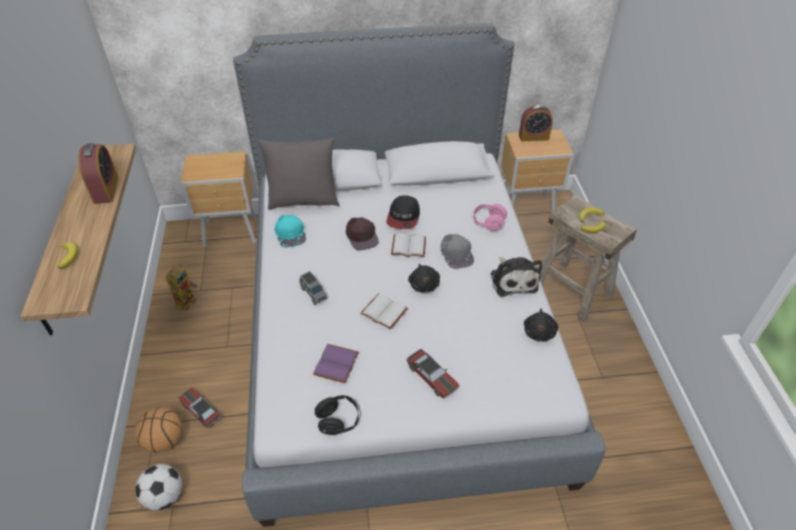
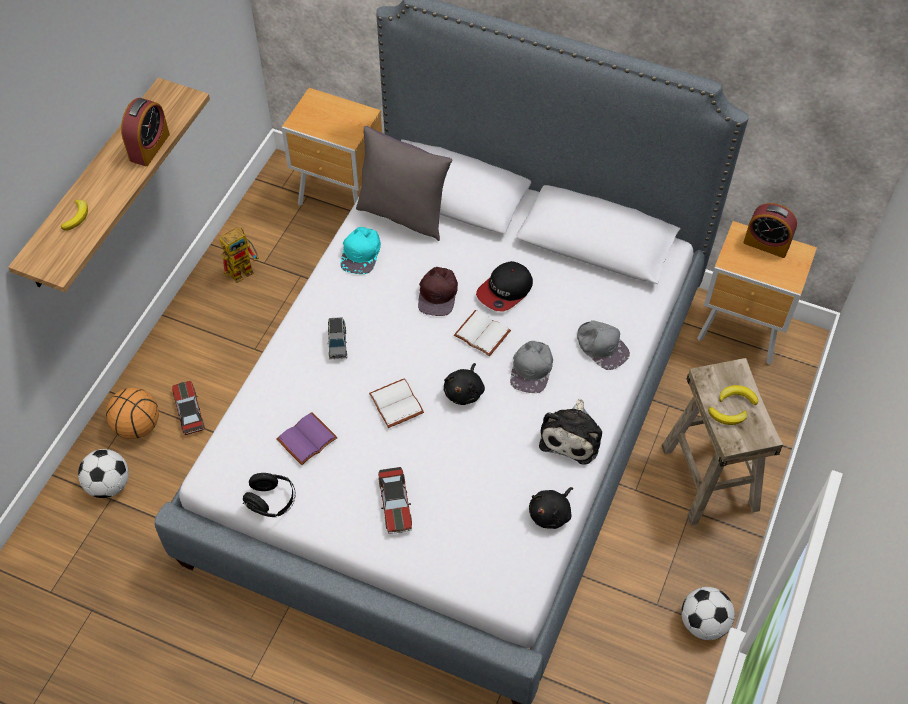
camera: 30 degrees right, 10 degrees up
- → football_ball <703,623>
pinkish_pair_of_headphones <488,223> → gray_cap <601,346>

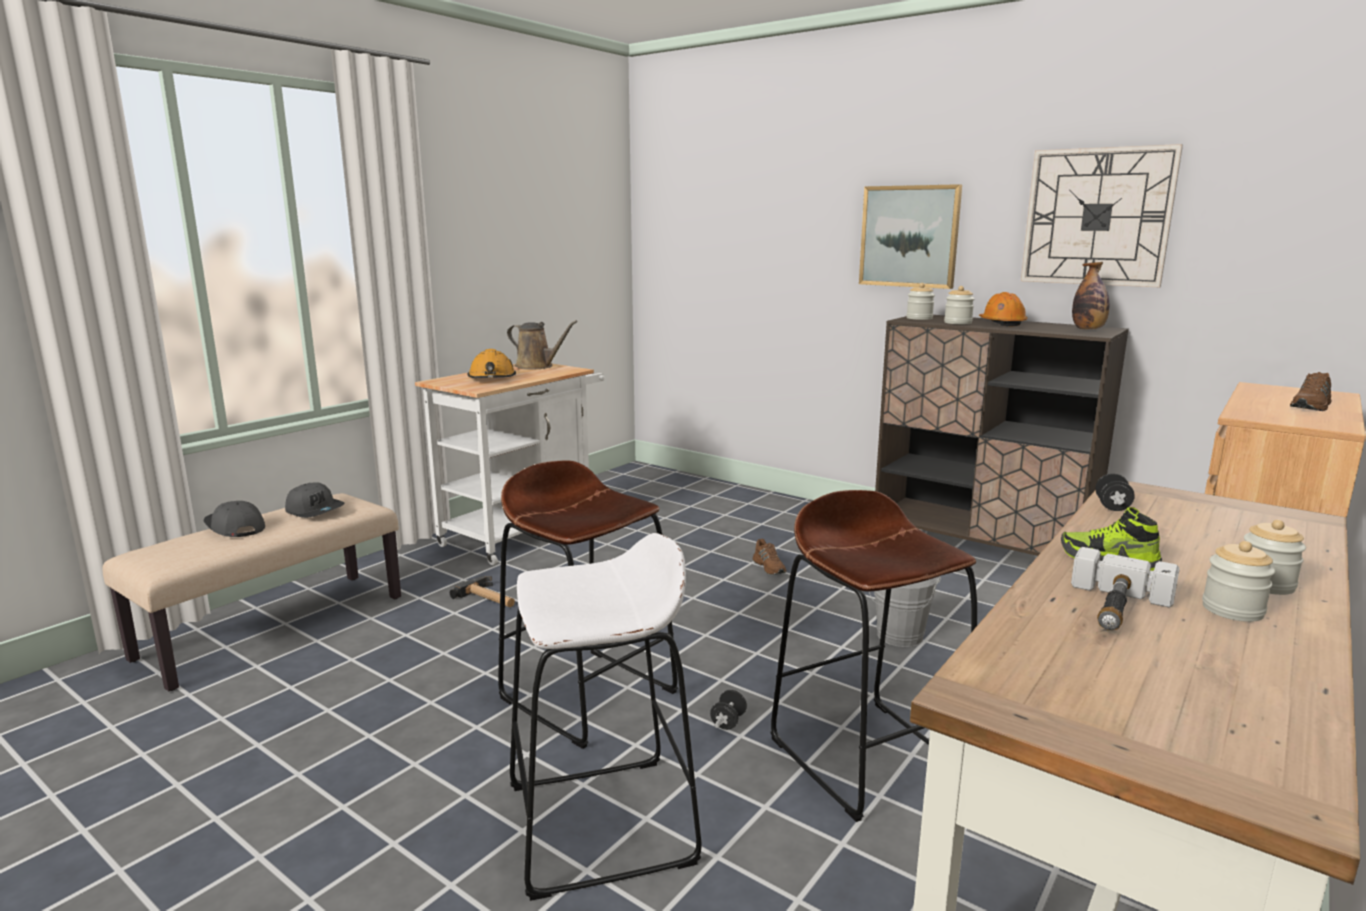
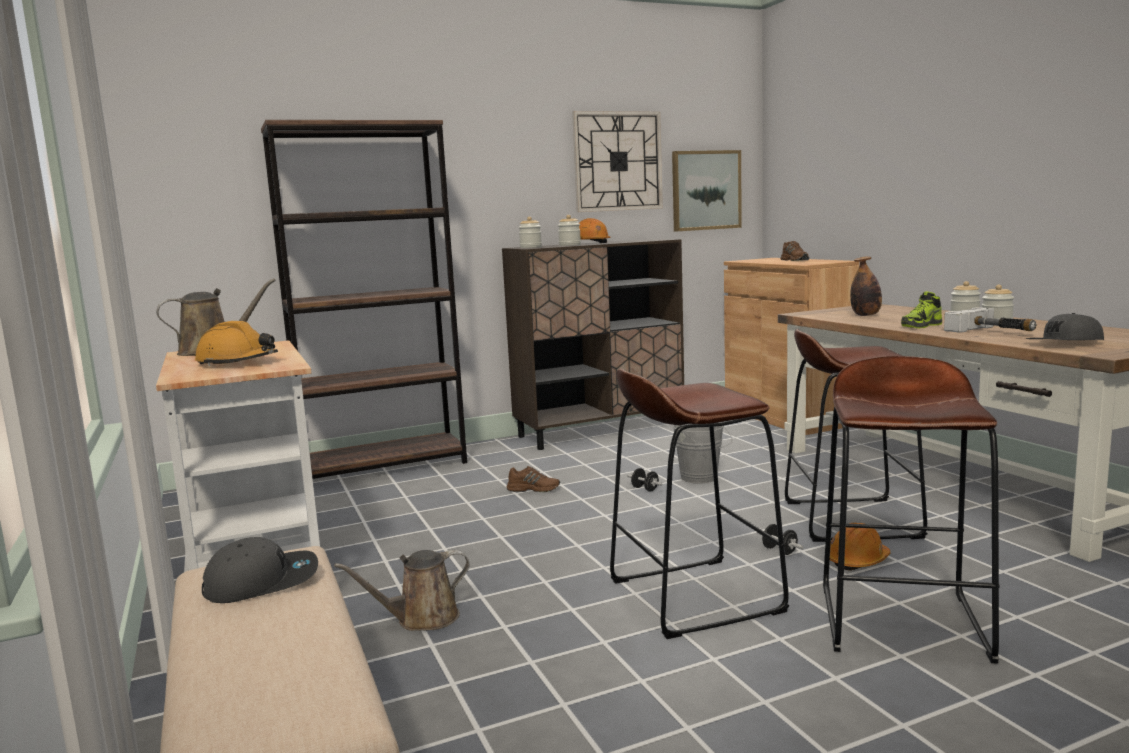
camera: 60 degrees left, 5 degrees down
- → brownish_bookshelf <385,467>
- → orangey_safety_helmet <857,561>
gray_cap <234,528> → gray_cap <1065,343>, moved
wall_art <909,236> → wall_art <706,190>, moved
drink_bottle <1088,329> → drink_bottle <866,315>, moved
blackish_dumbbell <1112,506> → blackish_dumbbell <645,489>, moved
hand_hammer <489,598> → brownish_watering_can <422,619>
white_sitting_stool <601,824> → brownish_sitting_stool <902,620>

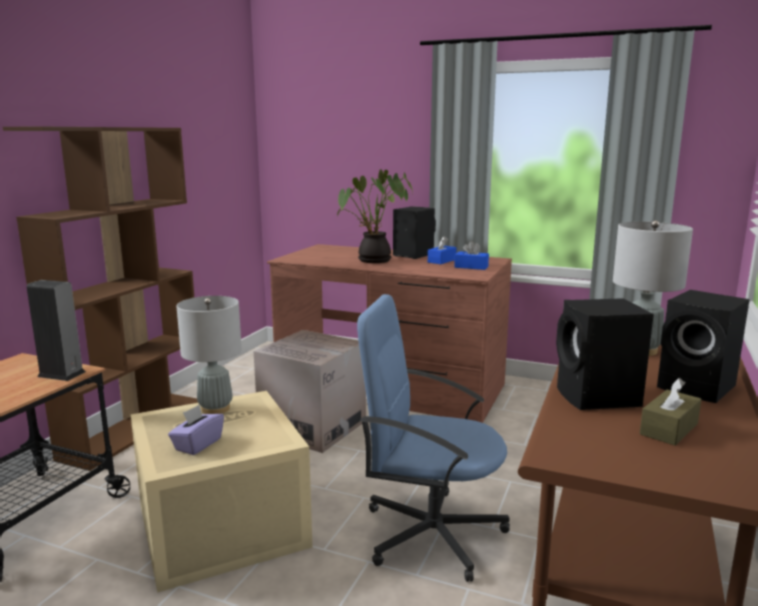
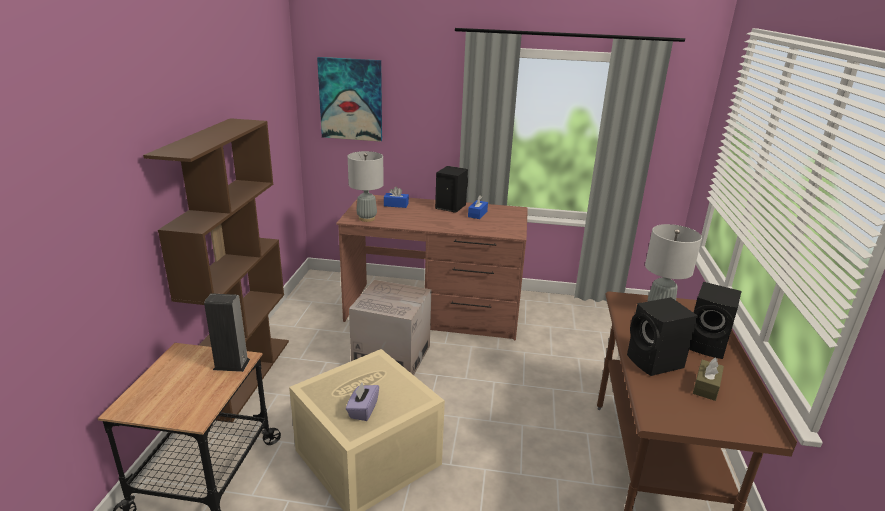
camera: 15 degrees left, 10 degrees up
potted_plant <373,261> → -
bluish_computer_chair <430,532> → -
- → wall_art <351,99>
gray_tabletop_lamp <215,409> → gray_tabletop_lamp <366,218>, moved
bluish_box_of_tissues <471,267> → bluish_box_of_tissues <396,205>, moved

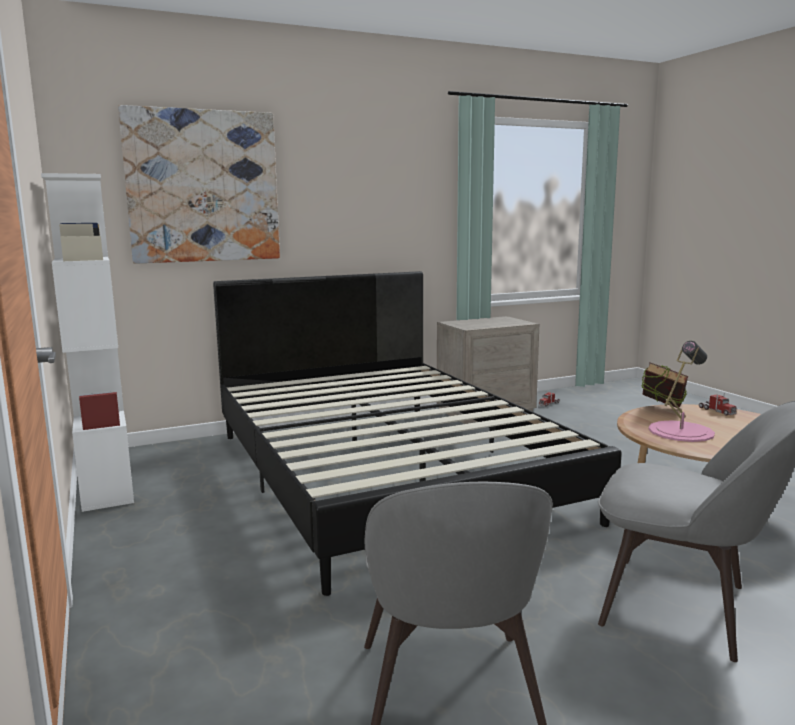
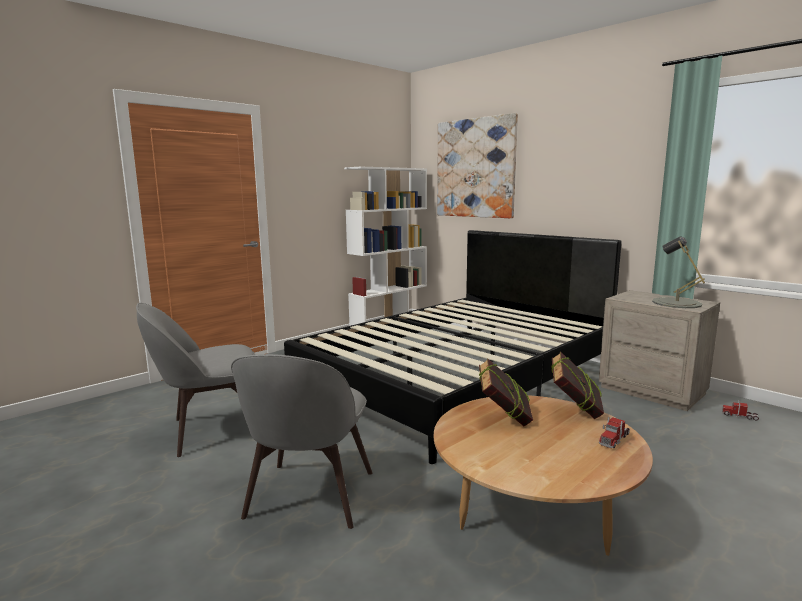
camera: 70 degrees right, 0 degrees up
- → gray_tabletop_lamp <676,303>
pinkish_tabletop_lamp <681,431> → book <504,419>

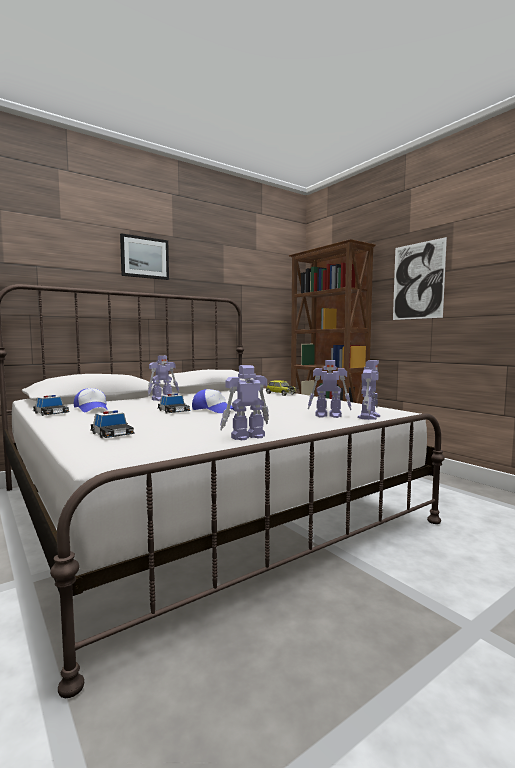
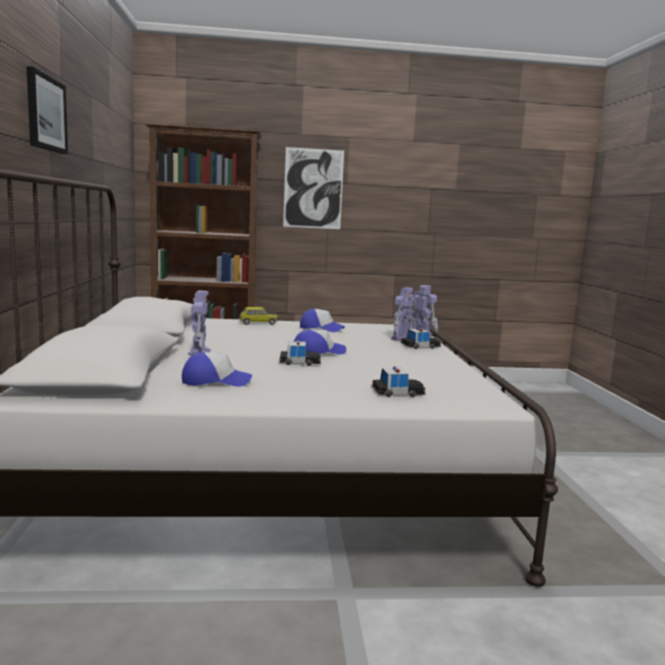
camera: 60 degrees left, 5 degrees up
toy_robot <246,436> → -
- → cap <321,328>
miniature_car <51,413> → miniature_car <420,346>, moved

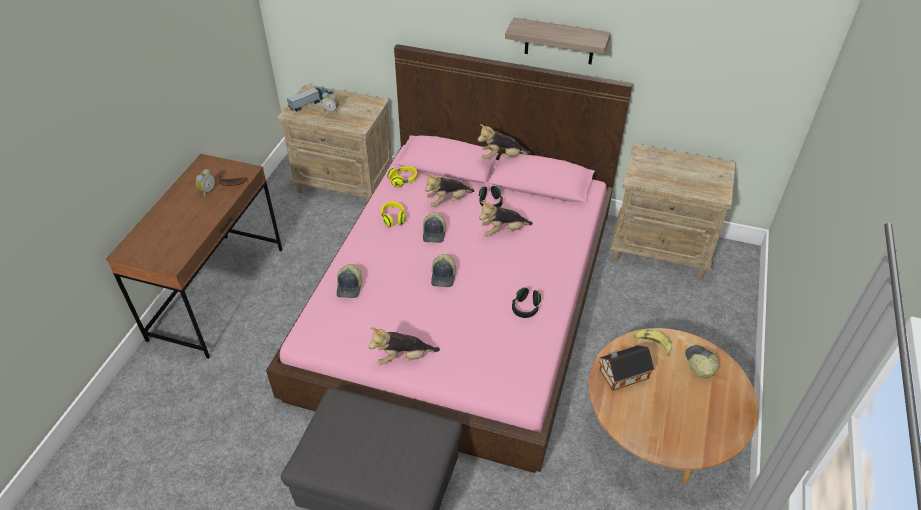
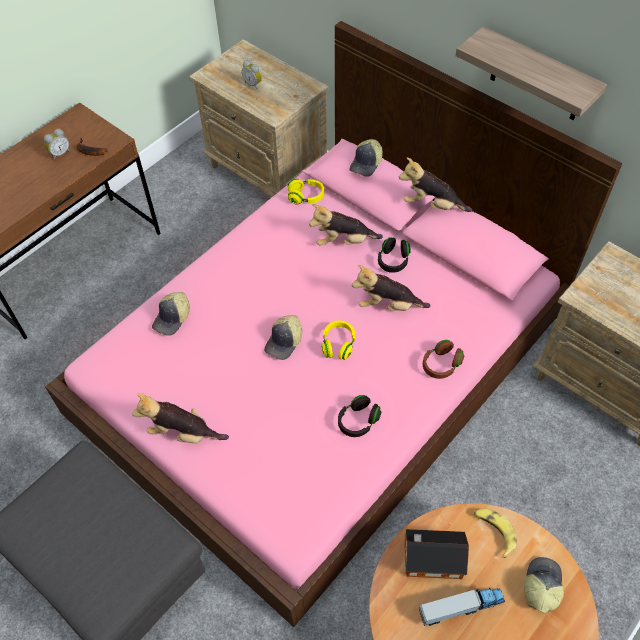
camera: 25 degrees right, 10 degrees up
- → brownish_pair_of_headphones <441,365>
model_truck <311,102> → model_truck <461,607>, moved
yellow-coloured_pair_of_headphones <393,218> → yellow-coloured_pair_of_headphones <338,345>, moved
cap <434,233> → cap <366,164>, moved

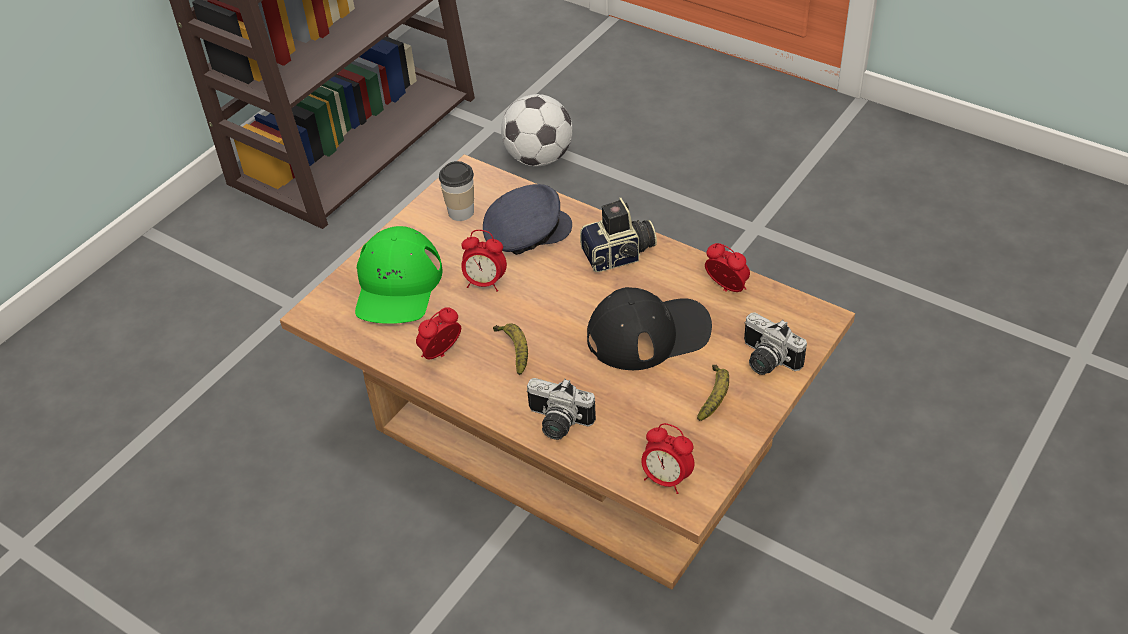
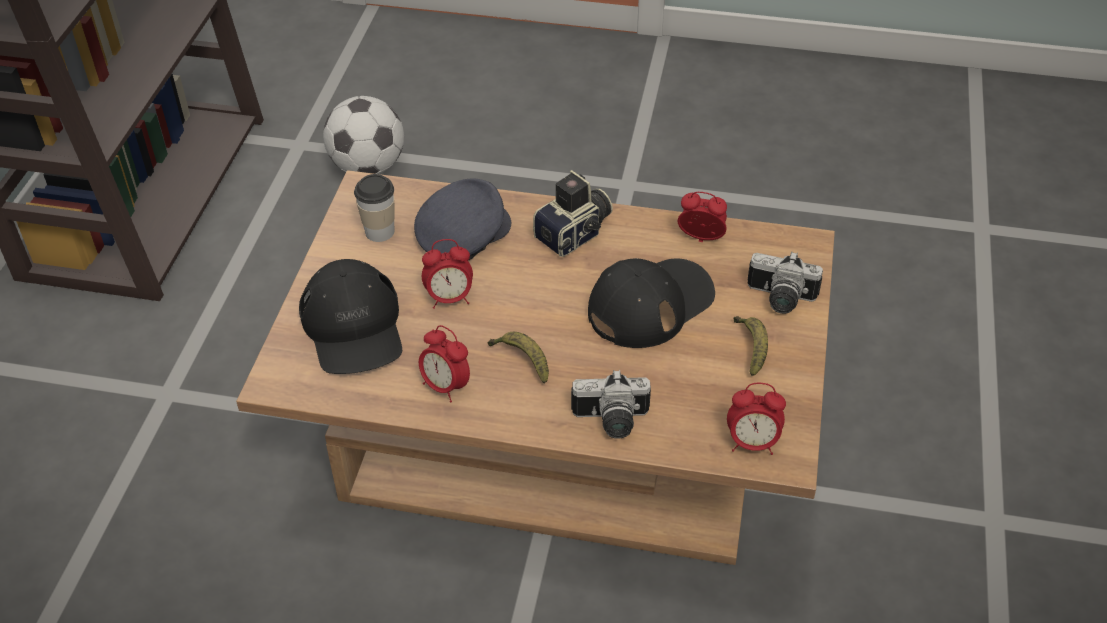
camera: 25 degrees left, 0 degrees up
greenish_cap <397,285> → blackish_cap <354,327>
bedside_clock <441,354> → bedside_clock <445,386>, 75 degrees counterclockwise

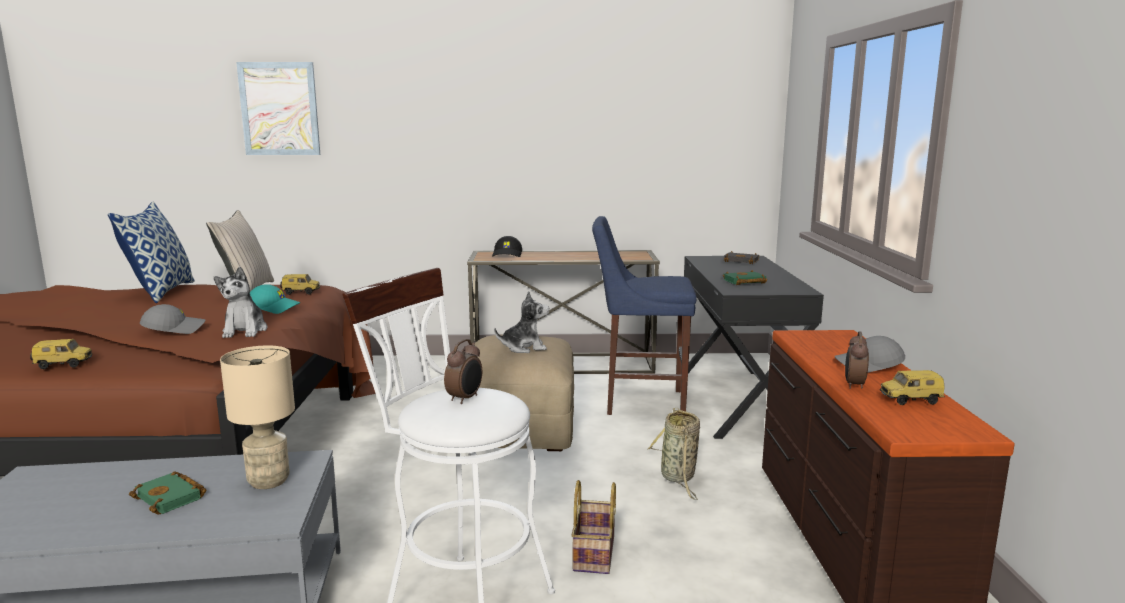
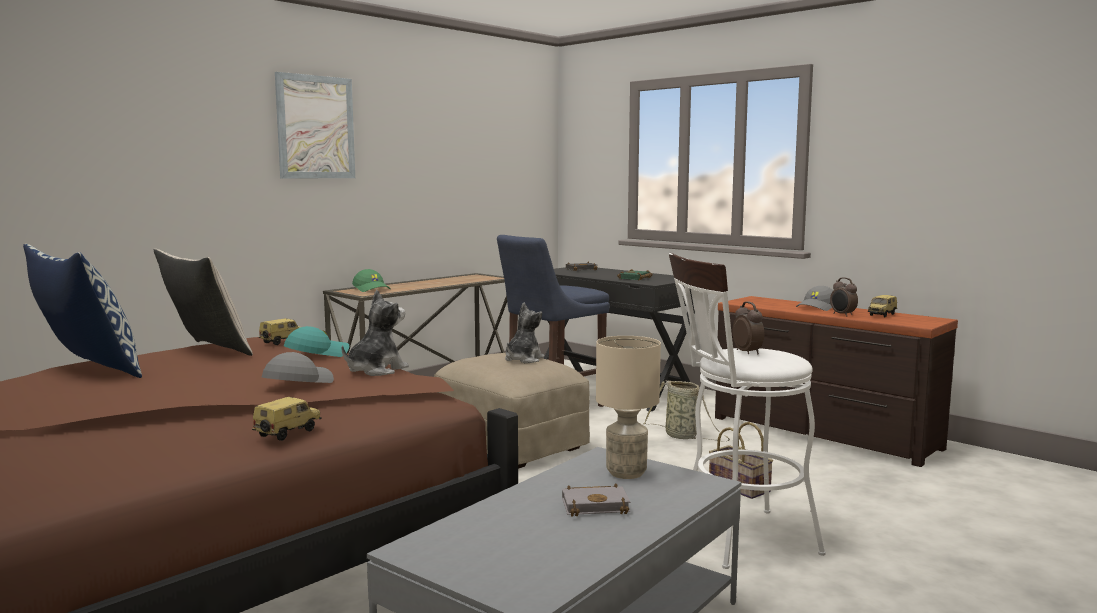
camera: 45 degrees left, 5 degrees down
wall_art <279,109> → wall_art <315,127>, moved
greenish_book <172,497> → gray_book <596,505>
blackish_cap <508,254> → greenish_cap <372,289>
plush_toy <245,331> → plush_toy <375,370>, 90 degrees counterclockwise

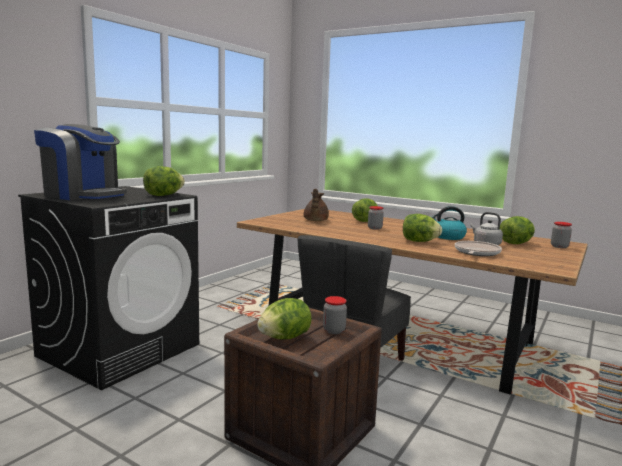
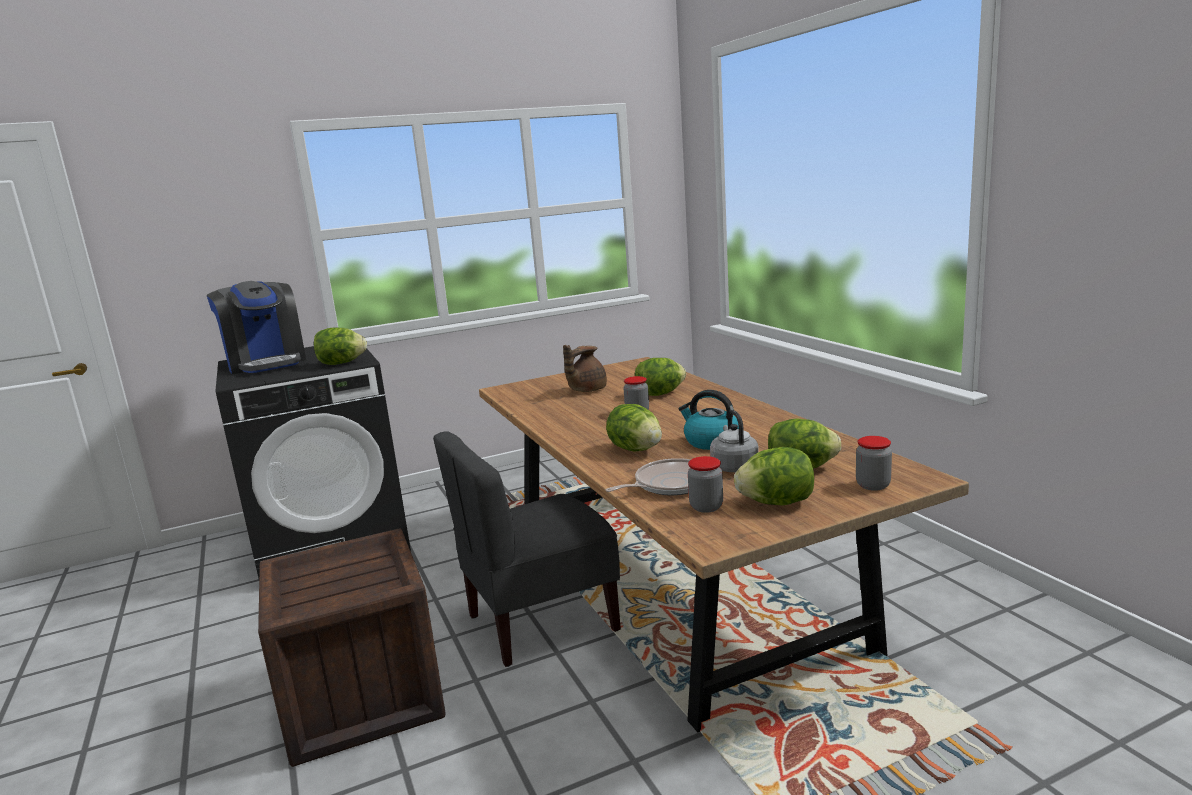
camera: 35 degrees right, 5 degrees up
lettuce_head <284,338> → lettuce_head <776,503>, moved
jar <334,330> → jar <706,507>, moved

